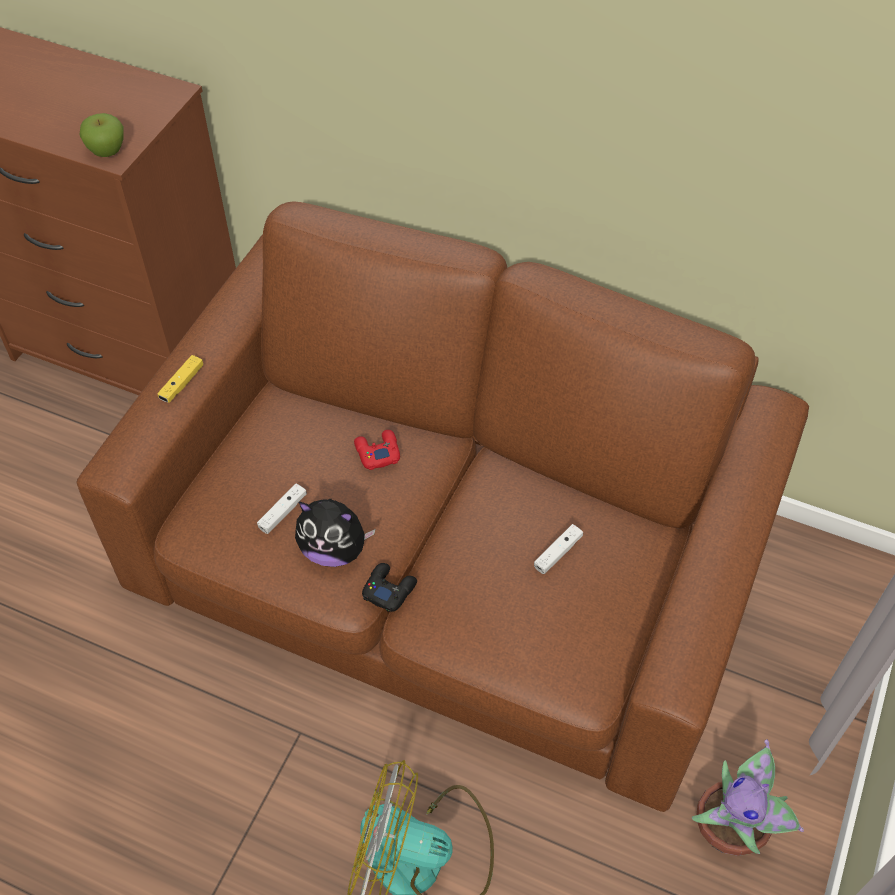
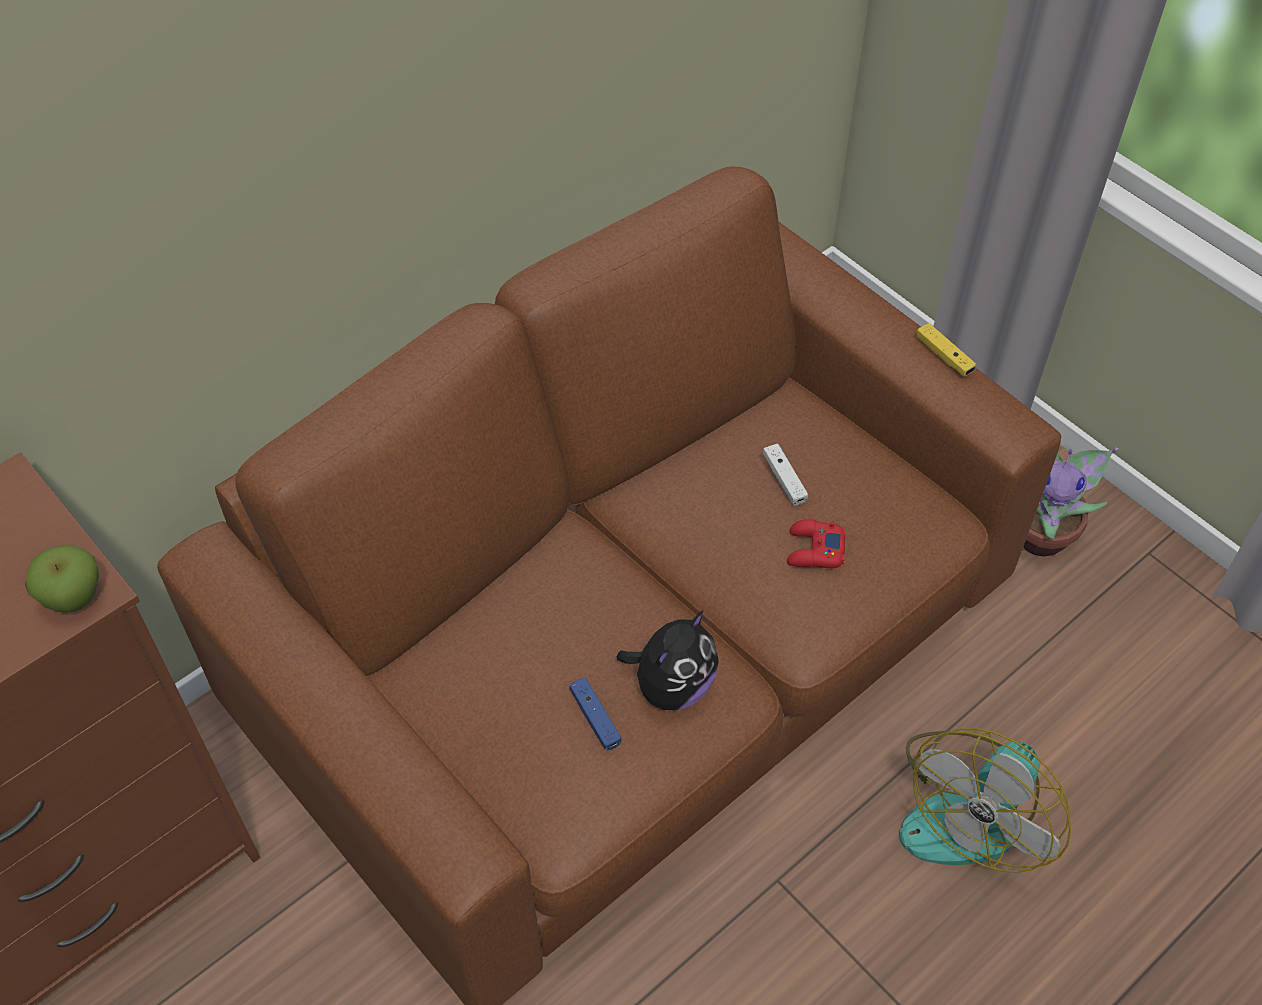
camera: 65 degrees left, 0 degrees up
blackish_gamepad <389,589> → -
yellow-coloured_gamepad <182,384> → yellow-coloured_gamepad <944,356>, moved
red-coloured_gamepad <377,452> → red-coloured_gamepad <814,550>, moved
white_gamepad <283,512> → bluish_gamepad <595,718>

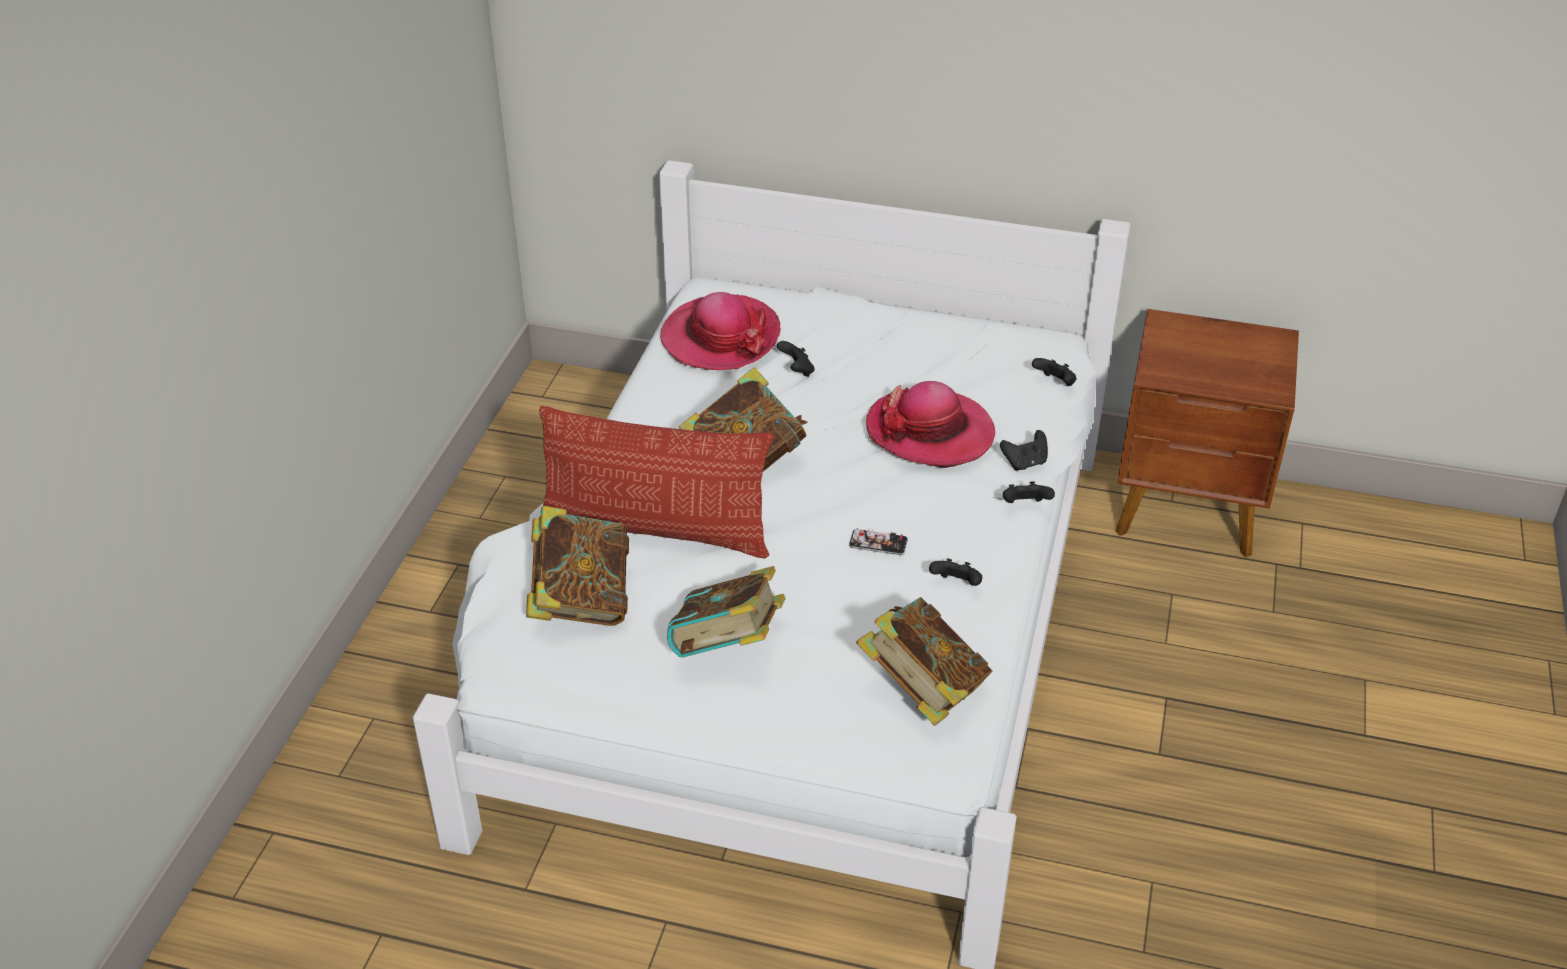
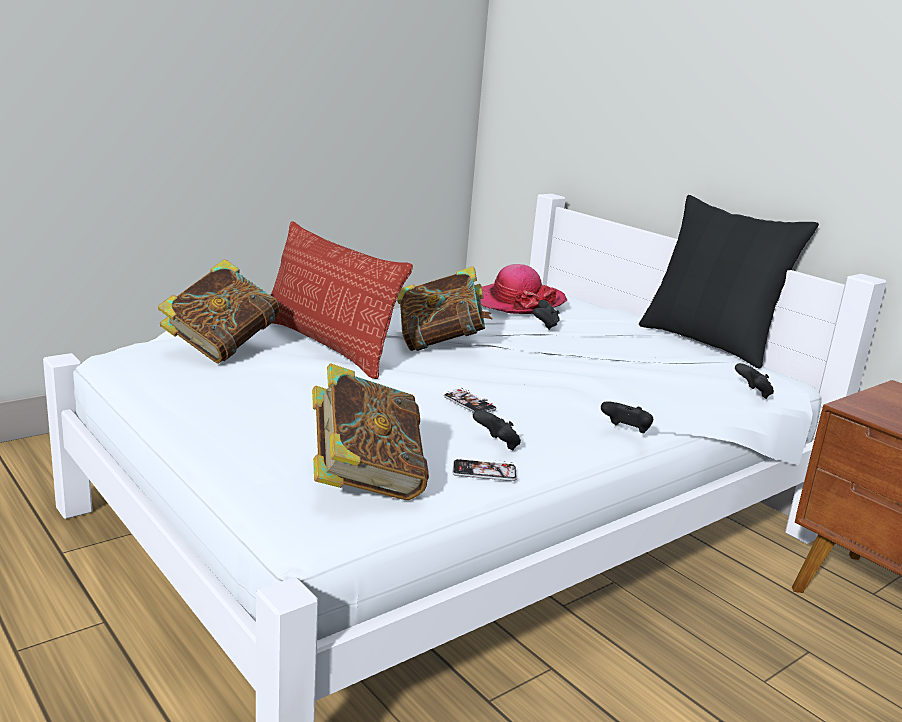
camera: 35 degrees right, 20 degrees down
book <727,648> → -
hat <930,432> → -
blackish_gamepad <1025,463> → -
- → telephone <484,471>
- → blackish_cushion <708,343>

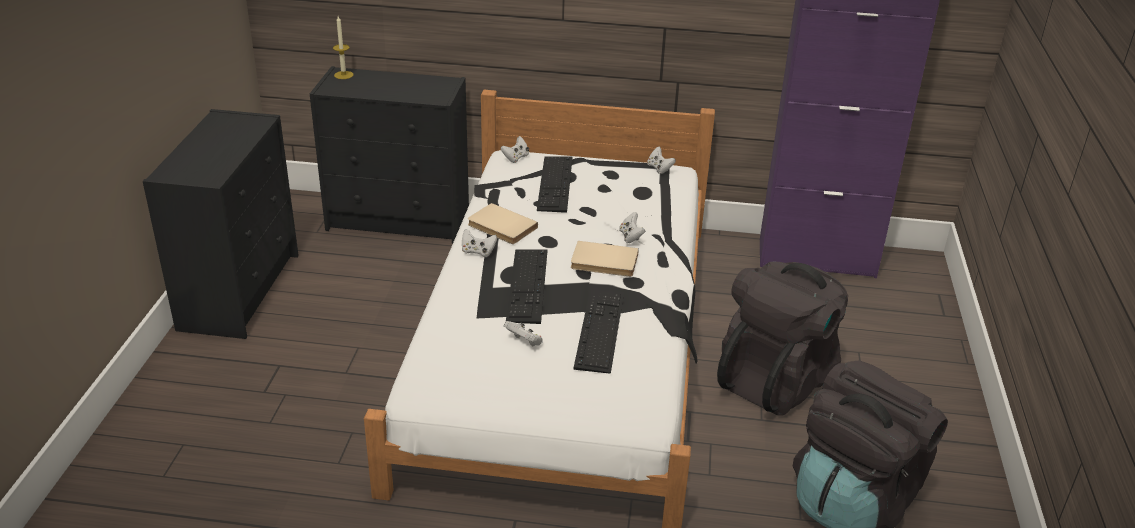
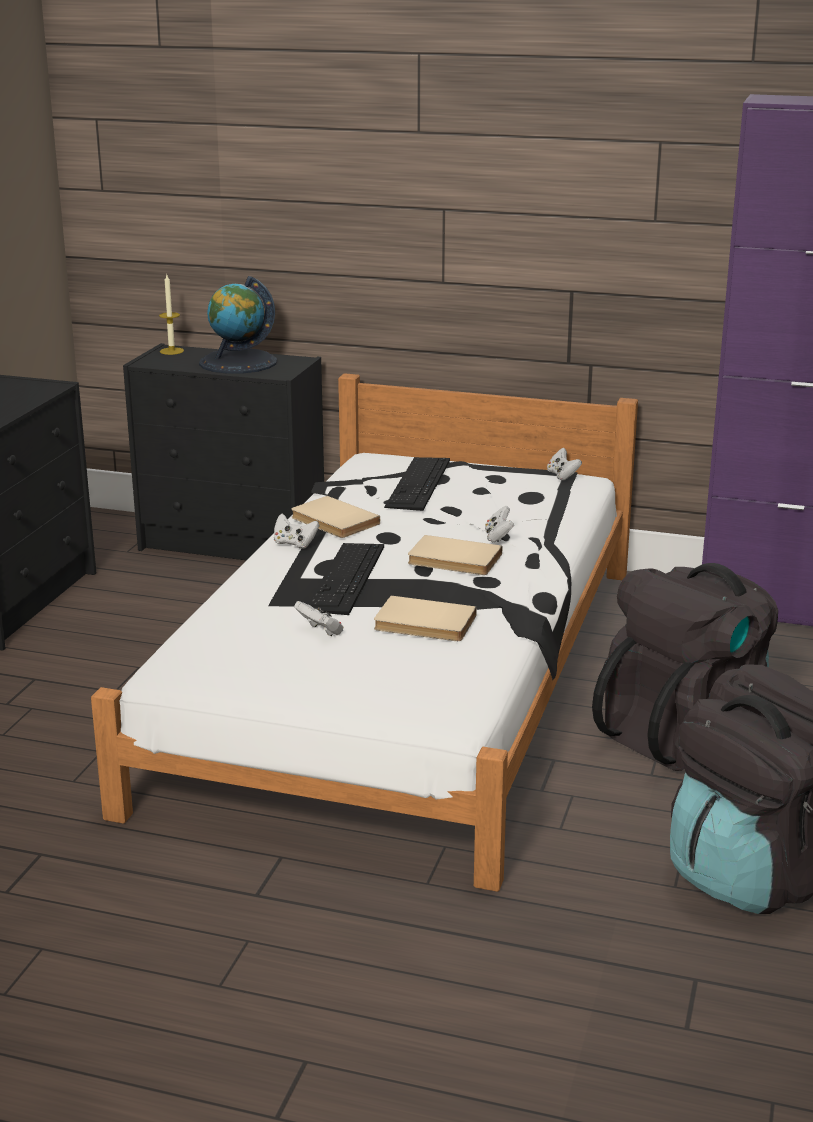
camera: 10 degrees right, 10 degrees down
white_gamepad <516,158> → -
- → desk_globe <238,362>
computer_keyboard <599,329> → sand-coloured_book <424,624>

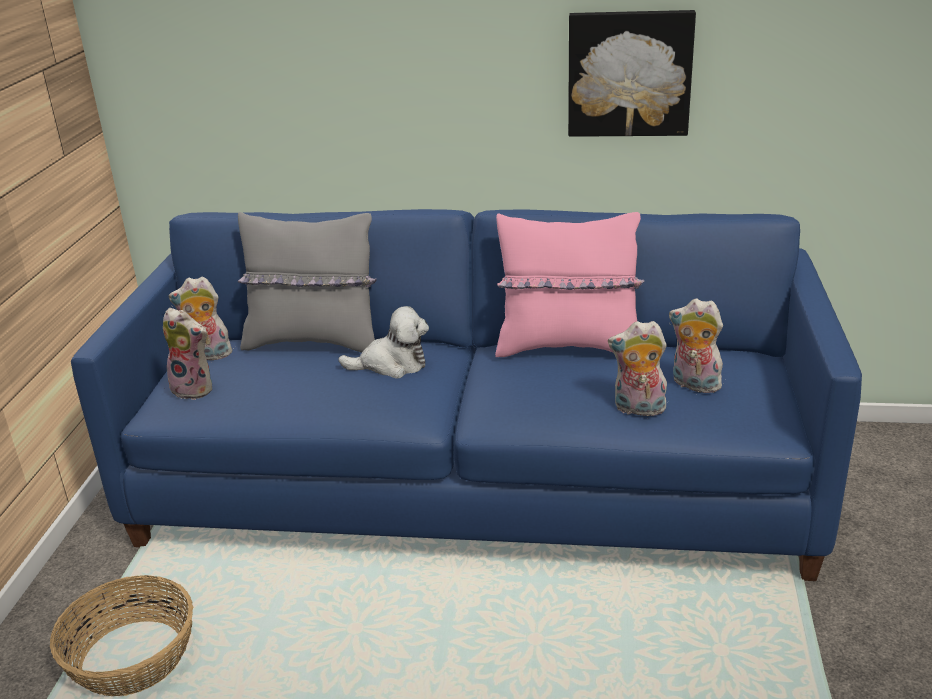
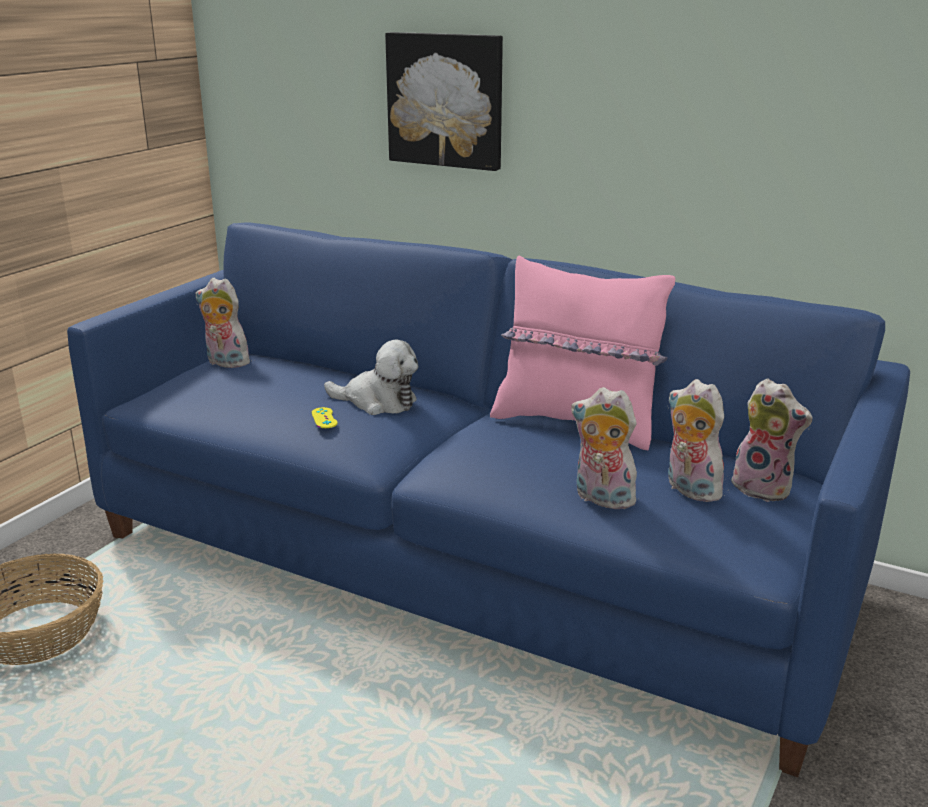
camera: 20 degrees right, 5 degrees down
gray_cushion <314,342> → -
- → yellow-coloured_gamepad <324,418>
plush_toy <195,389> → plush_toy <764,488>, moved
wall_art <629,73> → wall_art <446,100>, moved

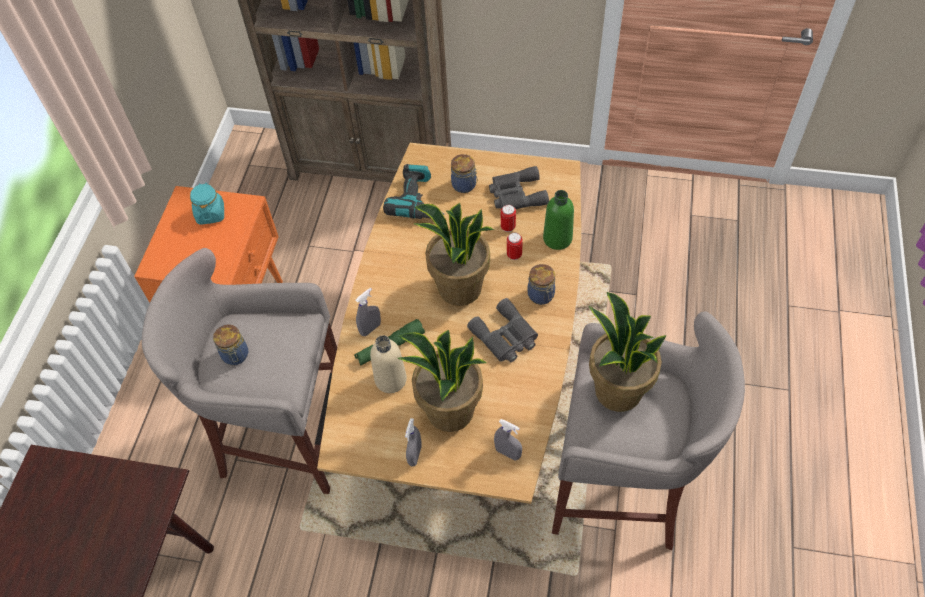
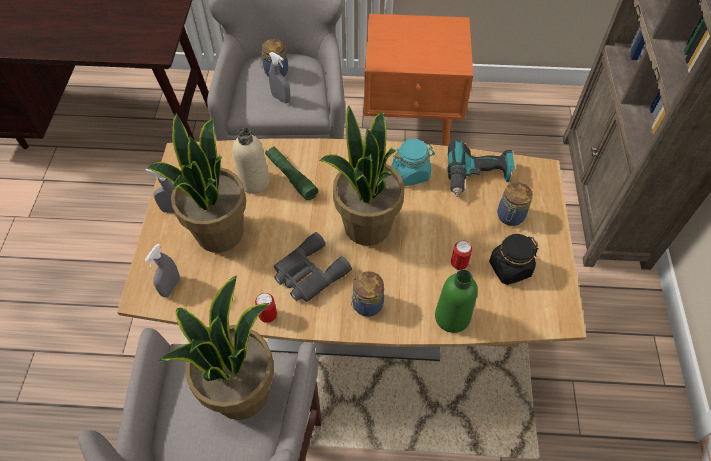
camera: 80 degrees right, 0 degrees up
turquoise_jar <210,214> → turquoise_jar <411,173>, moved
gray_hand_sprayer <370,328> → gray_hand_sprayer <281,98>, moved
metal_can <514,255> → metal_can <268,316>, moved
gray_field_glasses <516,194> → blackish_jar <509,268>

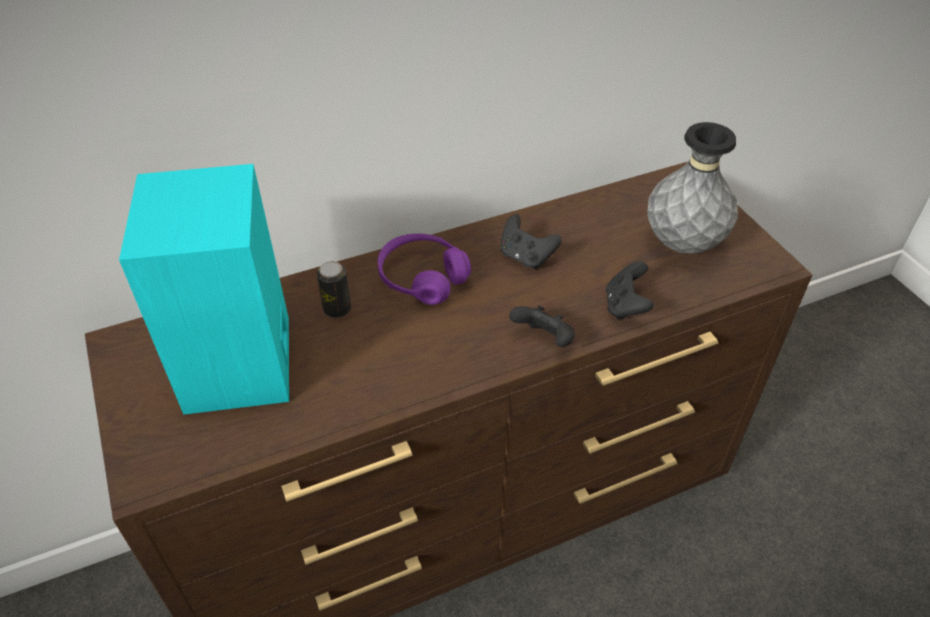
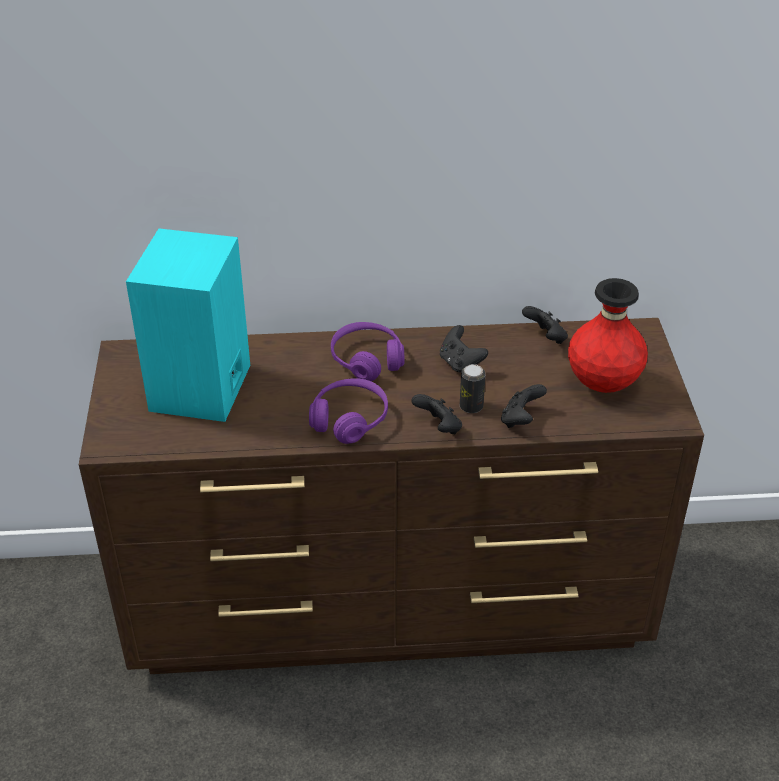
camera: 20 degrees right, 5 degrees down
- → purple-coloured_pair_of_headphones <349,419>
- → blackish_gamepad <545,338>
metal_can <337,309> → metal_can <471,406>, moved
gray_decorative_vase <683,245> → red-coloured_decorative_vase <603,385>

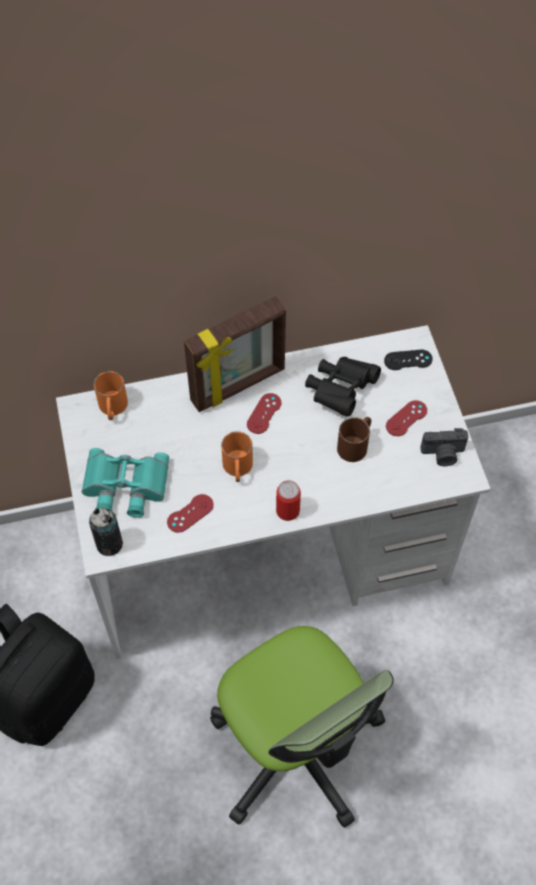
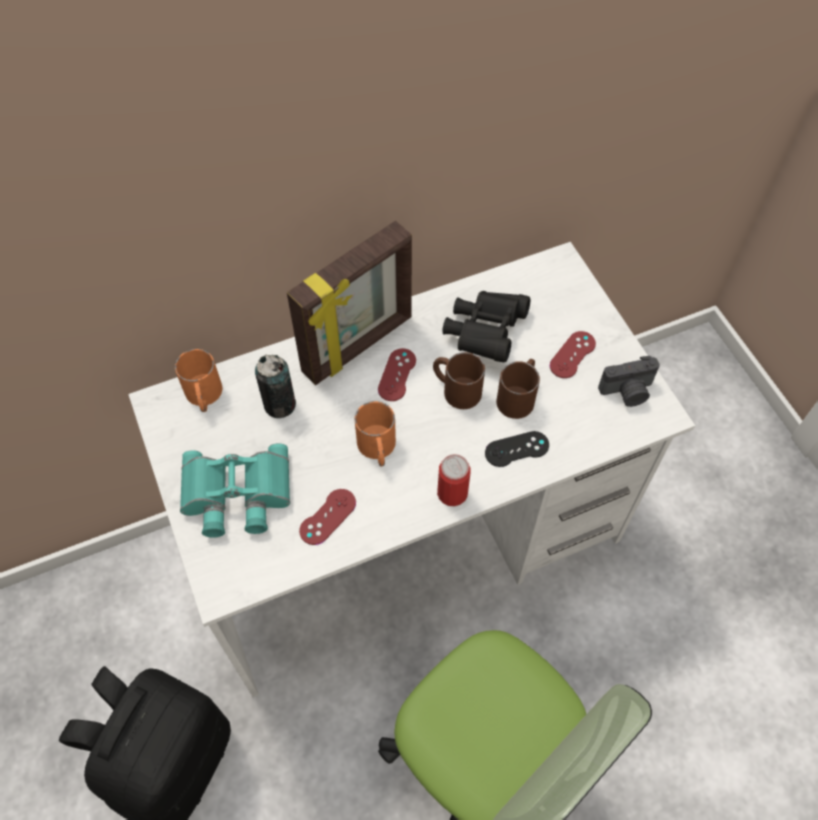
camera: 10 degrees left, 0 degrees up
- → brownish_coffee_mug <455,389>
metal_can <109,544> → metal_can <280,405>, moved
blackish_gamepad <408,360> → blackish_gamepad <517,449>, moved

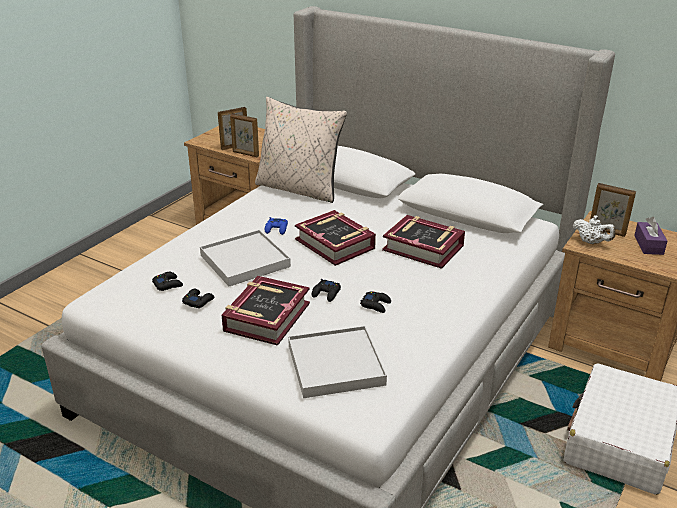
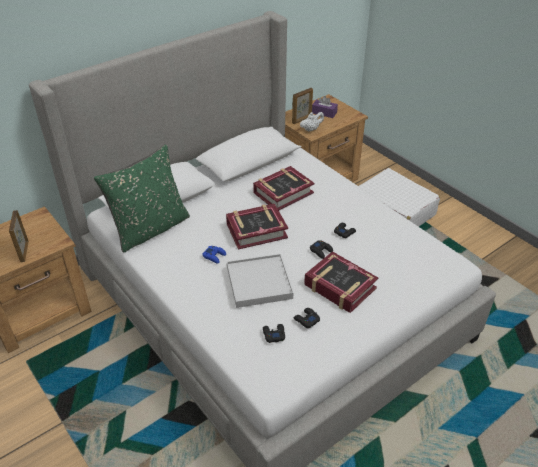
camera: 70 degrees left, 10 degrees up
photo_frame <245,154> → -
white_carrying_tray <336,365> → -
sand-coloured_cushion <299,189> → greenish_cushion <151,229>

